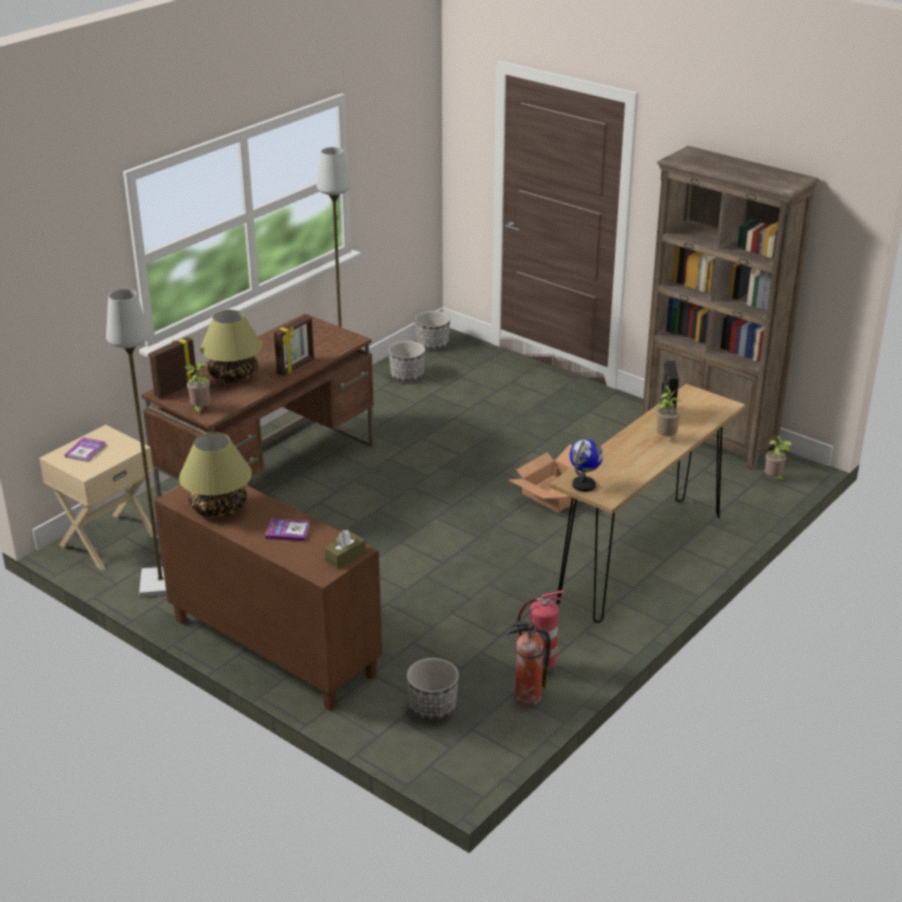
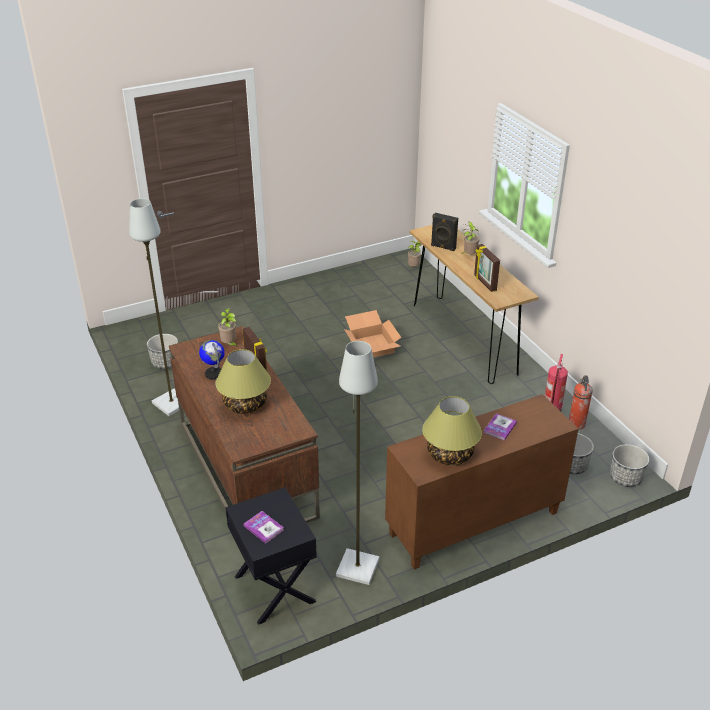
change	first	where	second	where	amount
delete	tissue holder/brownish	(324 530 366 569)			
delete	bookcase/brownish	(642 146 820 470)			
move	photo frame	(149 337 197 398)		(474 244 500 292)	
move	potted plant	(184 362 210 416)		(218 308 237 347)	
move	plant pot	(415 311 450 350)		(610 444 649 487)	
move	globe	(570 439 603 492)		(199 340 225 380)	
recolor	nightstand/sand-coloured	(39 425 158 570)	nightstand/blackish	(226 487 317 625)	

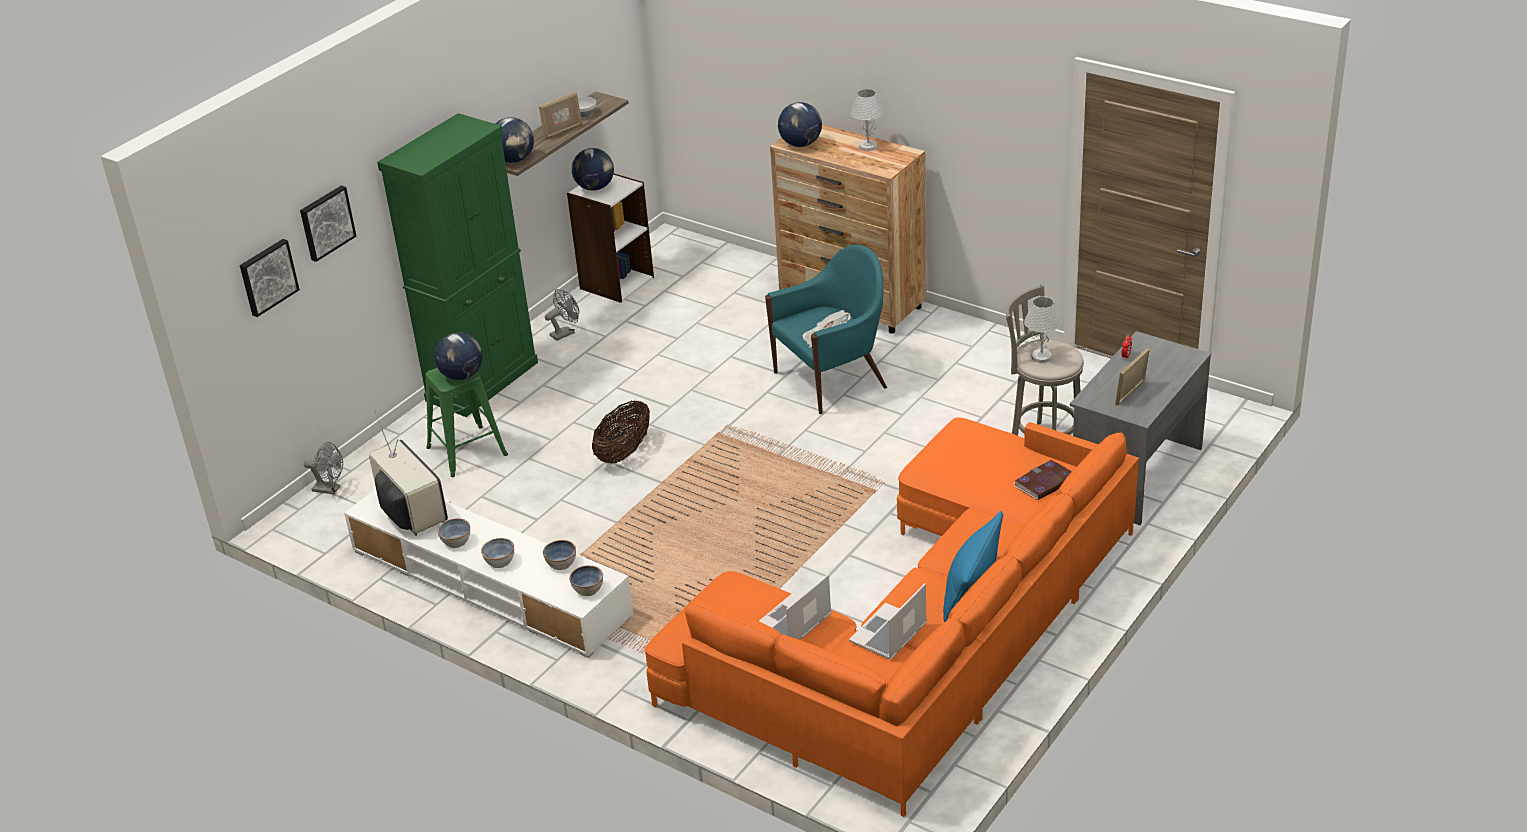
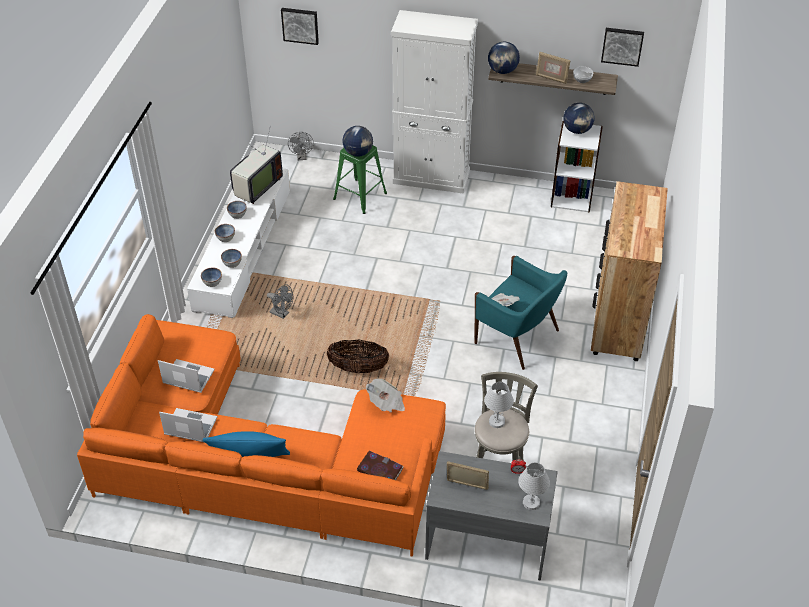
change	first	where	second	where	amount
delete	globe	(778 102 822 147)			
insert			printed paper	(366 378 405 412)	
move	picture	(300 185 357 262)		(601 28 644 67)	
move	fan/greyish	(545 289 579 341)		(267 285 293 319)	
move	basket	(592 400 650 464)		(327 339 389 373)	
move	tabletop lamp/white	(850 89 884 151)		(518 463 550 510)	
recolor	storage cabinet/green	(377 113 538 417)	storage cabinet/white	(391 10 478 194)	

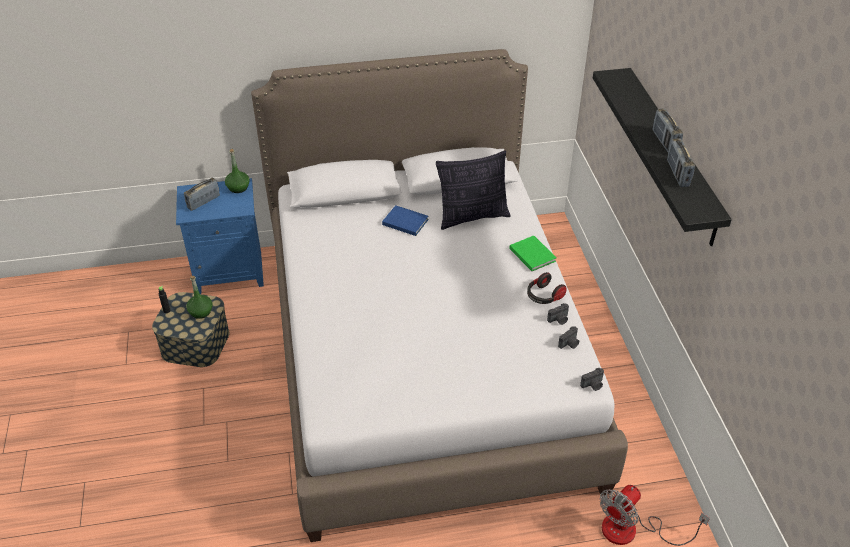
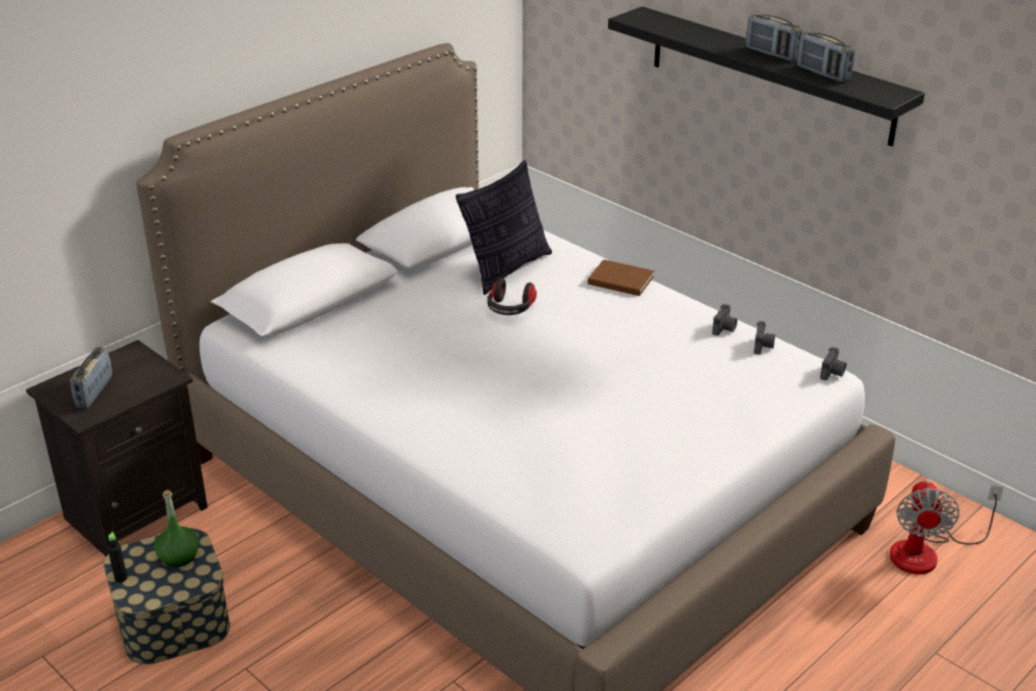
change	first	where	second	where	amount
delete	drink bottle/green	(225 149 250 193)			
delete	volume/bluish	(382 205 429 236)			
move	headset	(527 272 567 304)		(487 278 537 315)	
recolor	nightstand/bluish	(176 178 264 294)	nightstand/blackish	(26 340 208 556)	
recolor	volume/green	(510 236 557 271)	volume/brownish	(588 259 654 296)	

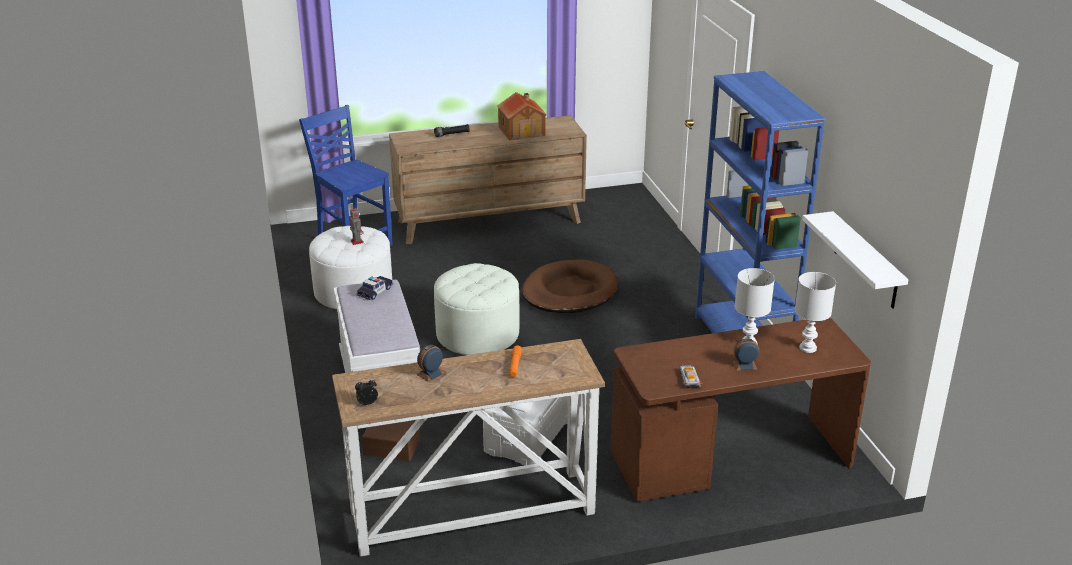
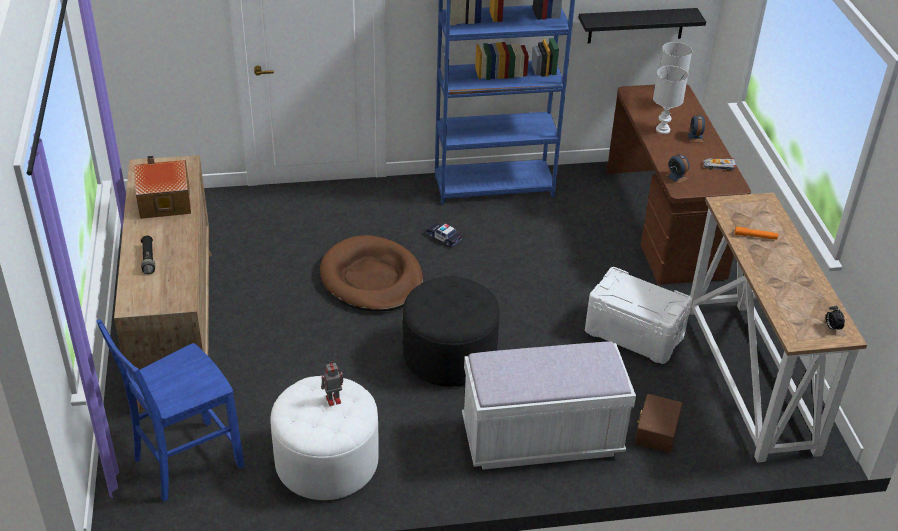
change	first	where	second	where	amount
move	model car	(357 276 393 300)		(426 222 462 247)	
move	alarm clock	(416 344 445 382)		(665 154 689 184)	
recolor	pouffe/white	(434 263 519 355)	pouffe/blackish	(403 276 500 387)	
recolor	shelf/white	(802 211 909 309)	shelf/blackish	(578 8 706 43)	

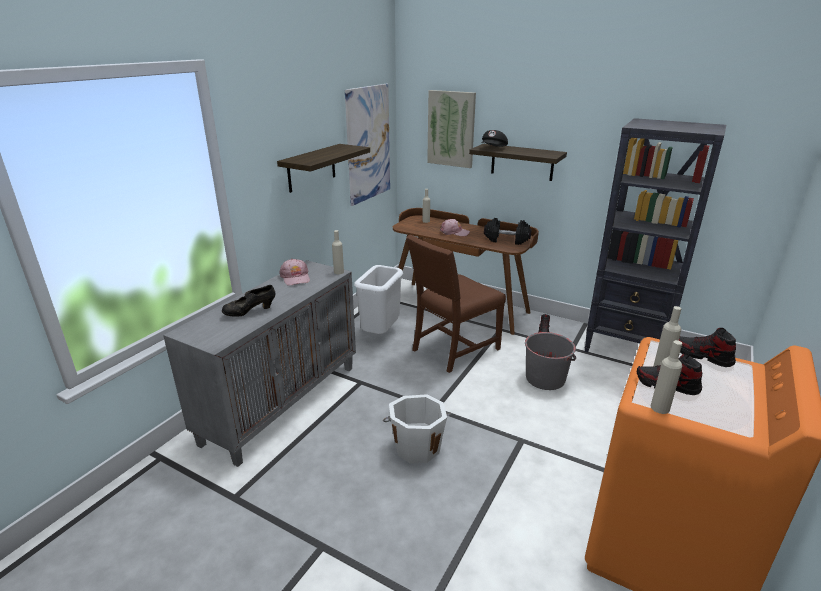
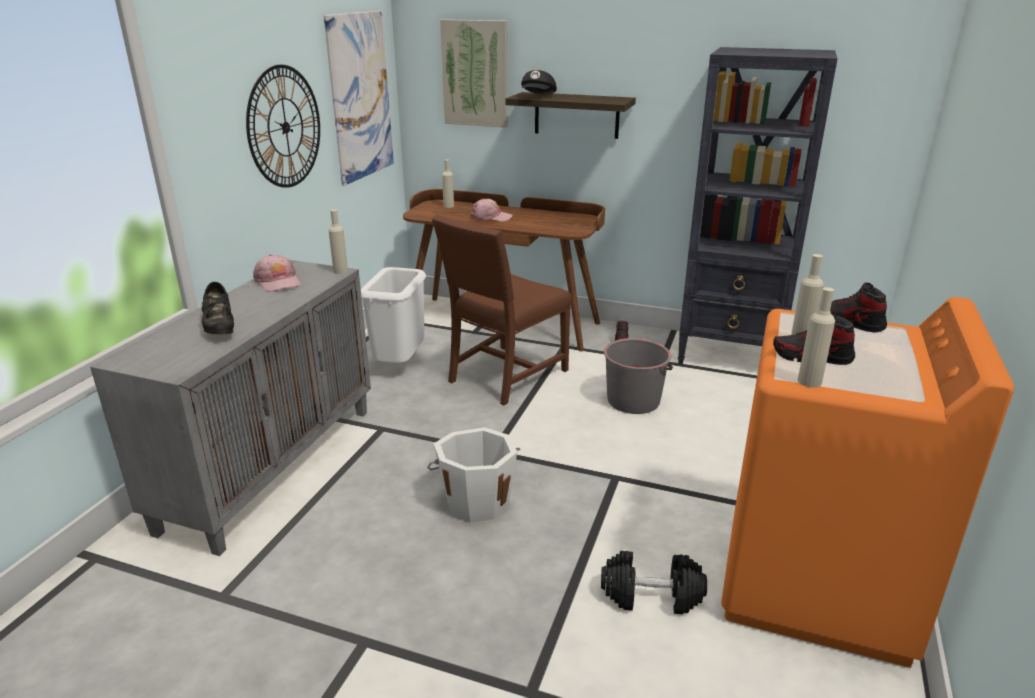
change	first	where	second	where	amount
move	hand weight/blackish	(484 218 532 245)		(601 551 707 614)	
replace	shelf	(277 144 370 193)	wall clock	(246 65 320 188)	
rotate	low shoe/blackish	(222 285 275 317)		(202 282 234 334)	75 degrees counterclockwise

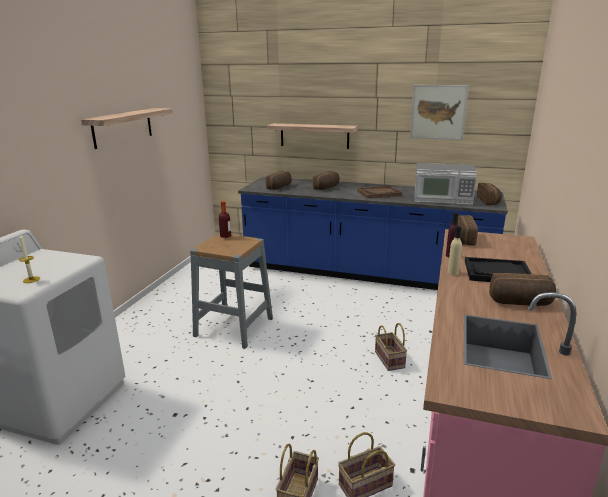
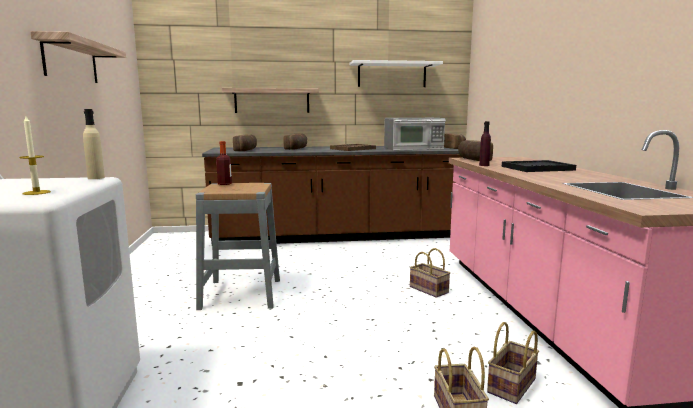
change	first	where	second	where	amount
delete	baked bread	(489 273 556 306)			
move	drink bottle/sand-coloured	(447 226 462 275)		(83 109 105 179)	
replace	picture	(410 85 469 140)	shelf/white	(349 60 443 87)	
recolor	kitchen base unit/bluish	(238 177 508 290)	kitchen base unit/brownish	(202 146 462 244)	

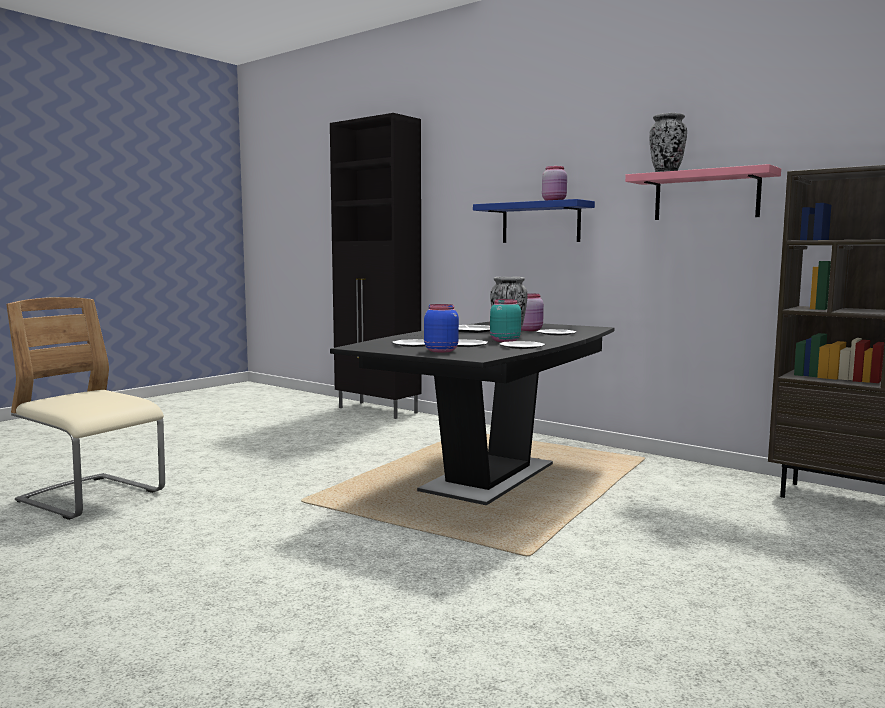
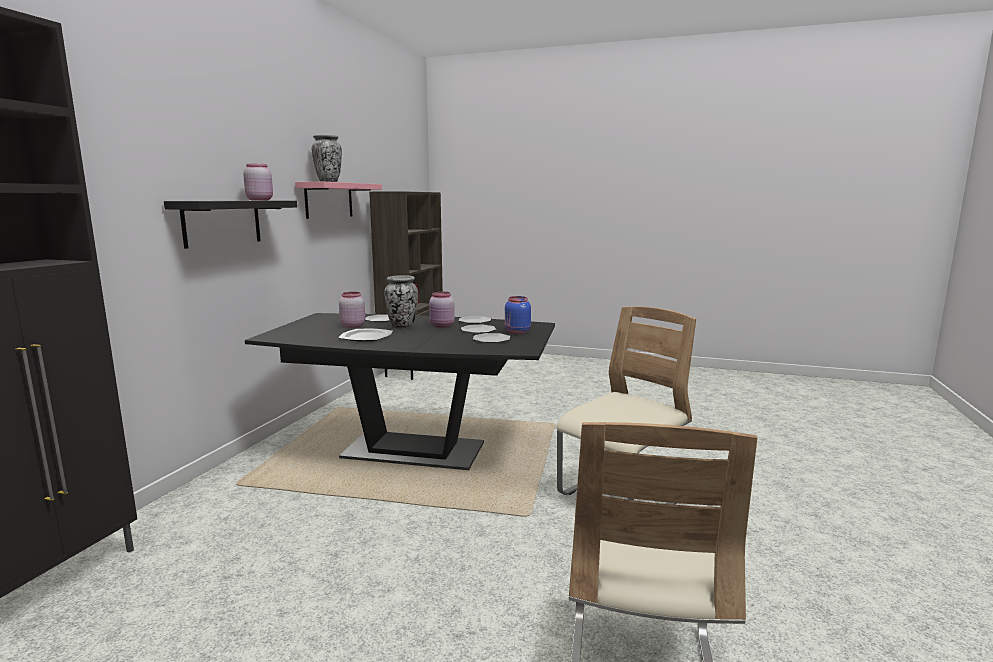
change	first	where	second	where	amount
insert			chair/sand-coloured	(557 306 696 505)	
recolor	shelf/bluish	(473 199 595 243)	shelf/blackish	(164 201 297 249)	
recolor	preserve jar/turquoise	(490 299 521 342)	preserve jar/pink-coloured	(429 292 455 328)	

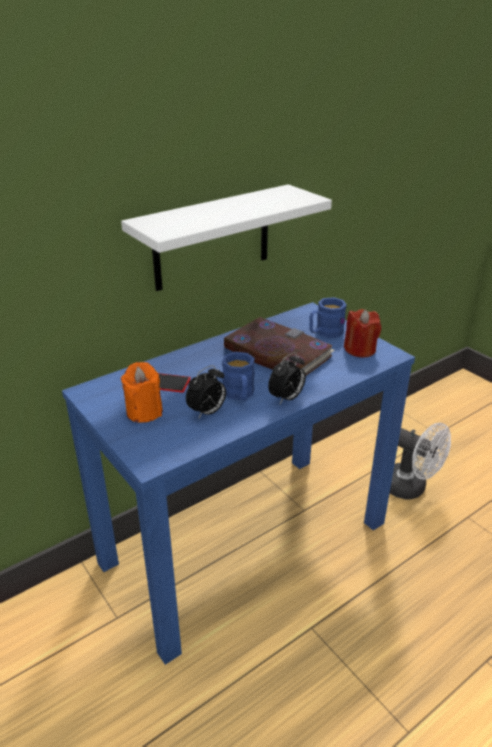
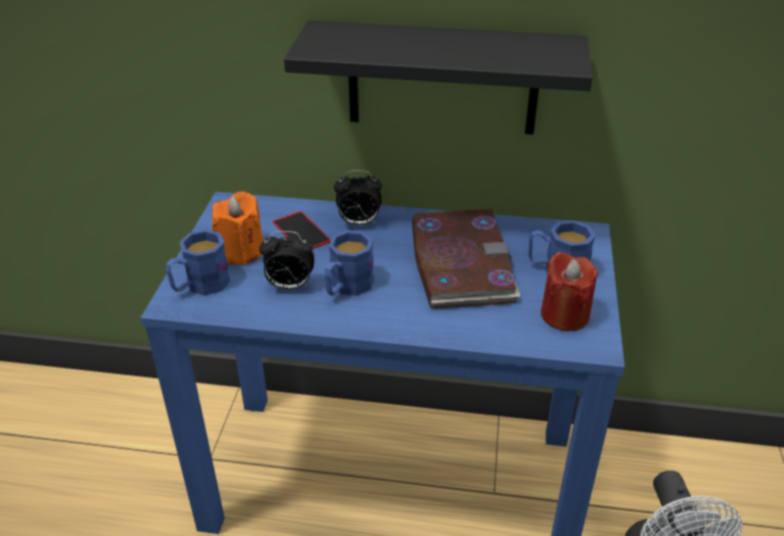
change	first	where	second	where	amount
insert			tea mug/bluish	(166 229 231 295)	
move	alarm clock	(268 352 306 404)		(334 170 382 225)	
recolor	shelf/white	(121 184 332 291)	shelf/blackish	(284 21 592 135)	

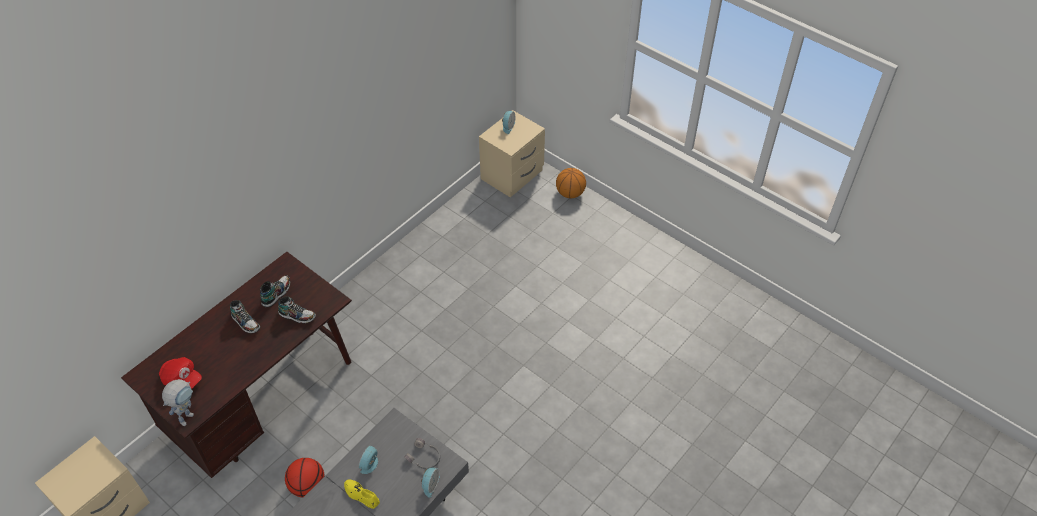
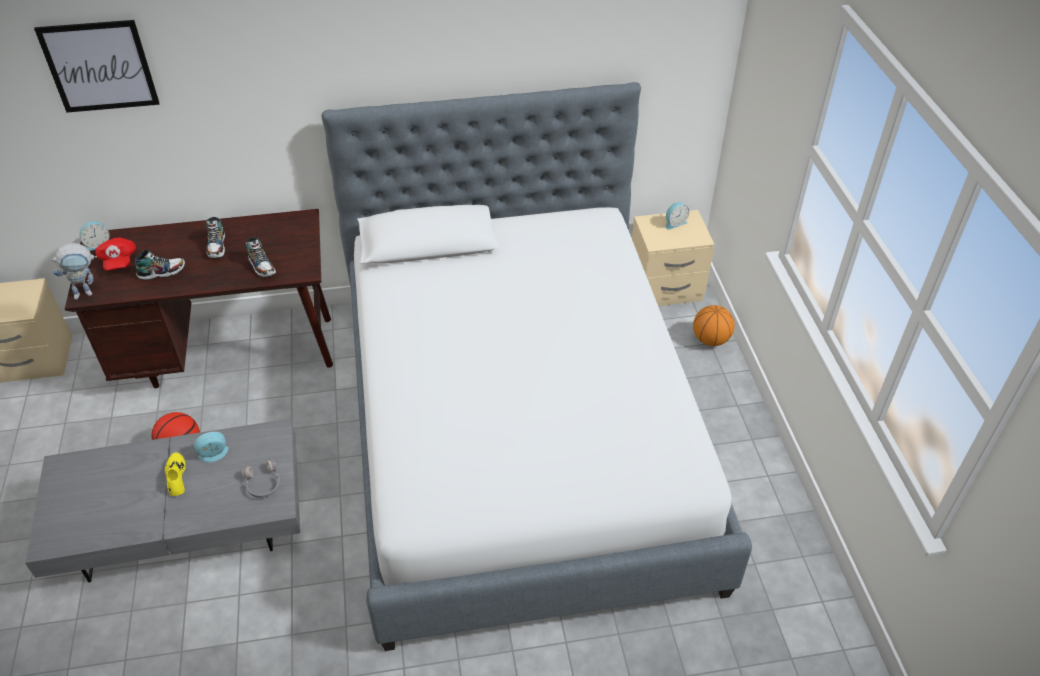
change	first	where	second	where	amount
insert			picture	(34 20 160 113)	
insert			sleeping bed	(321 82 752 651)	
move	low shoe	(260 275 290 308)		(135 249 185 281)	
move	alarm clock	(421 468 440 498)		(79 221 110 251)	

